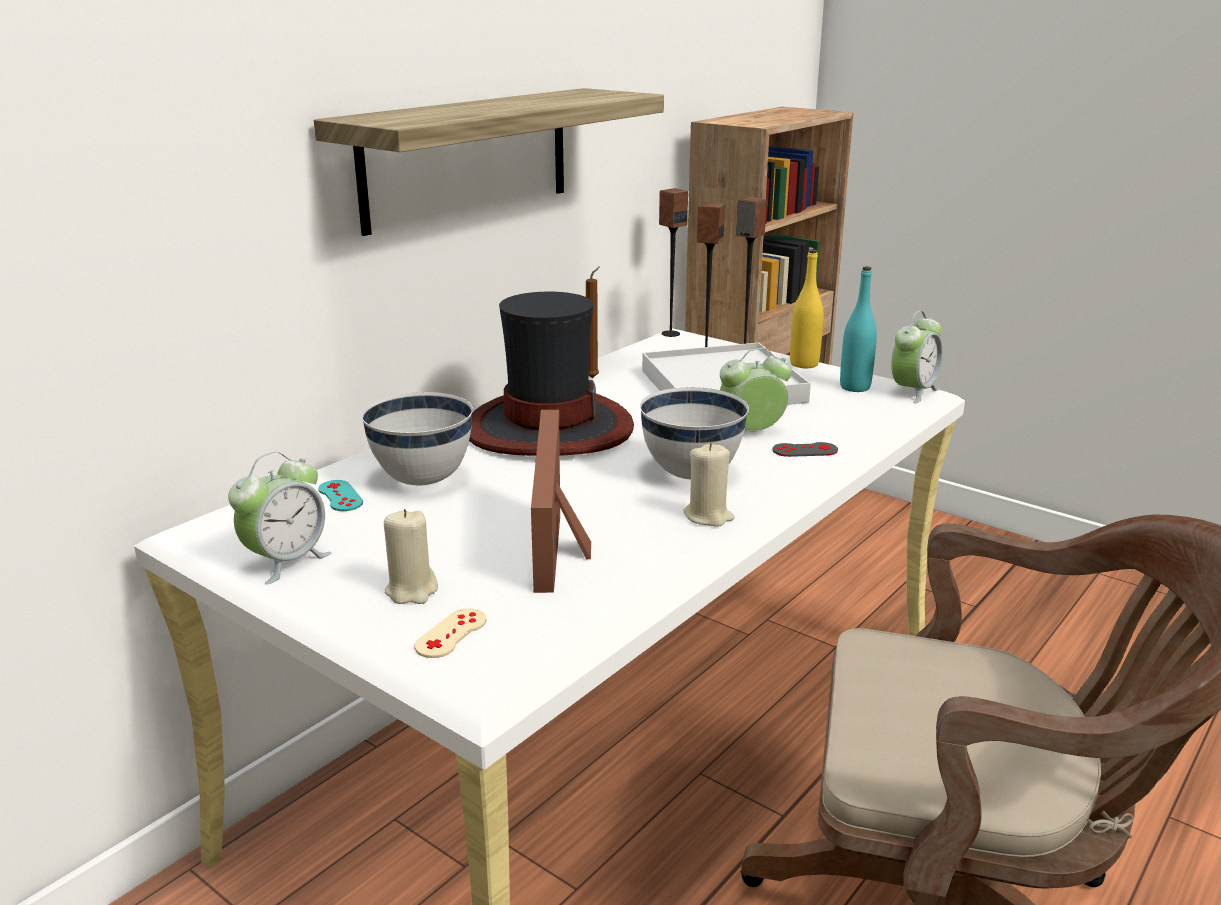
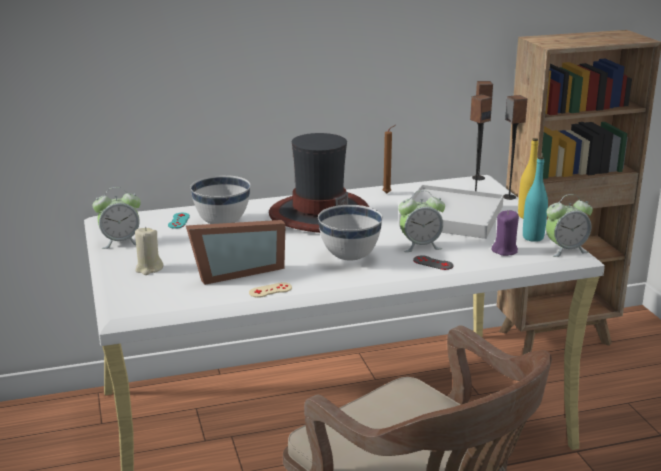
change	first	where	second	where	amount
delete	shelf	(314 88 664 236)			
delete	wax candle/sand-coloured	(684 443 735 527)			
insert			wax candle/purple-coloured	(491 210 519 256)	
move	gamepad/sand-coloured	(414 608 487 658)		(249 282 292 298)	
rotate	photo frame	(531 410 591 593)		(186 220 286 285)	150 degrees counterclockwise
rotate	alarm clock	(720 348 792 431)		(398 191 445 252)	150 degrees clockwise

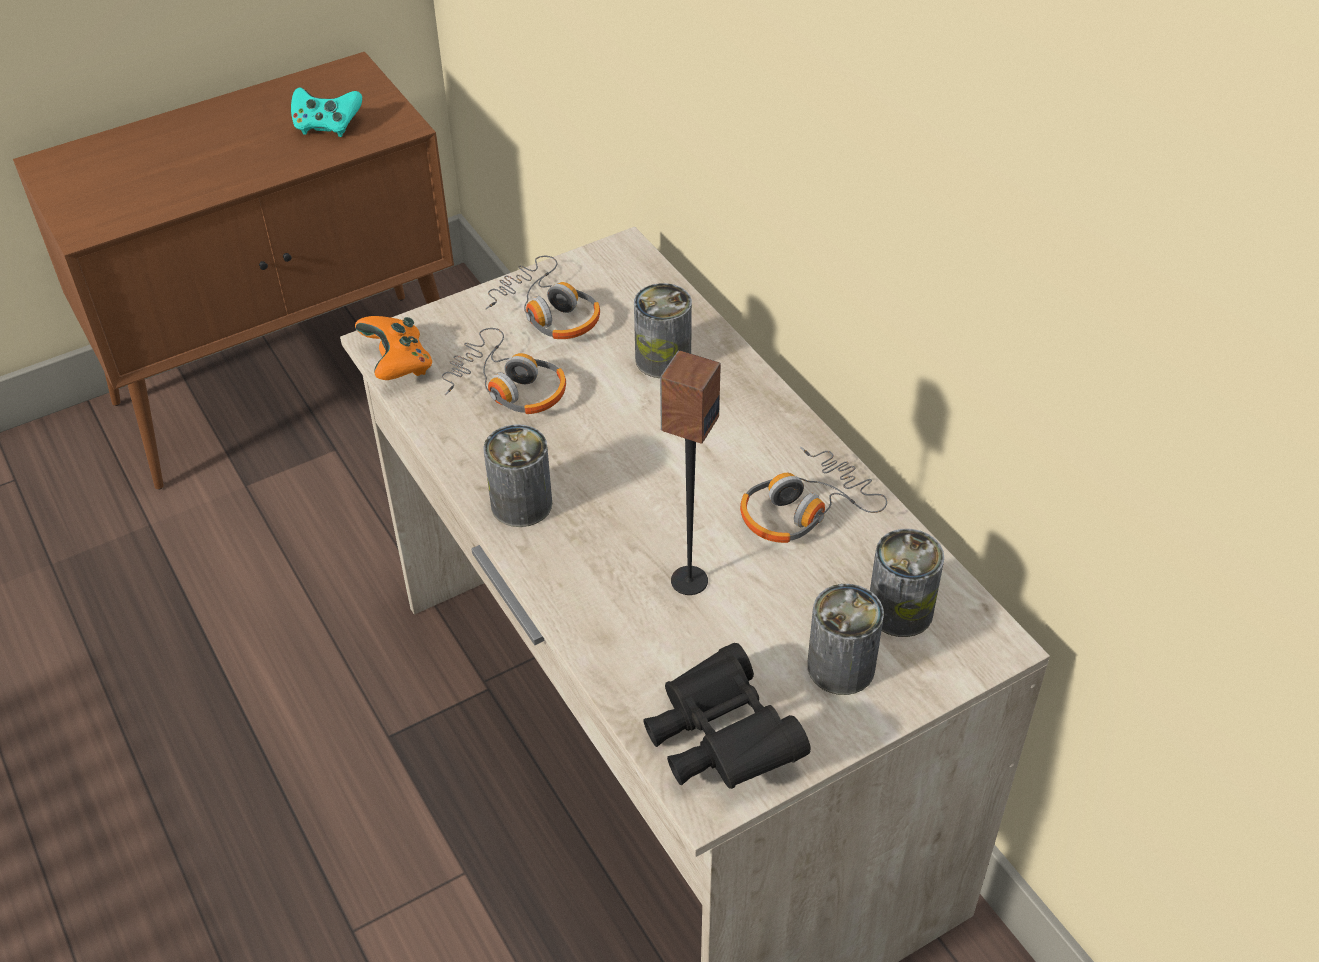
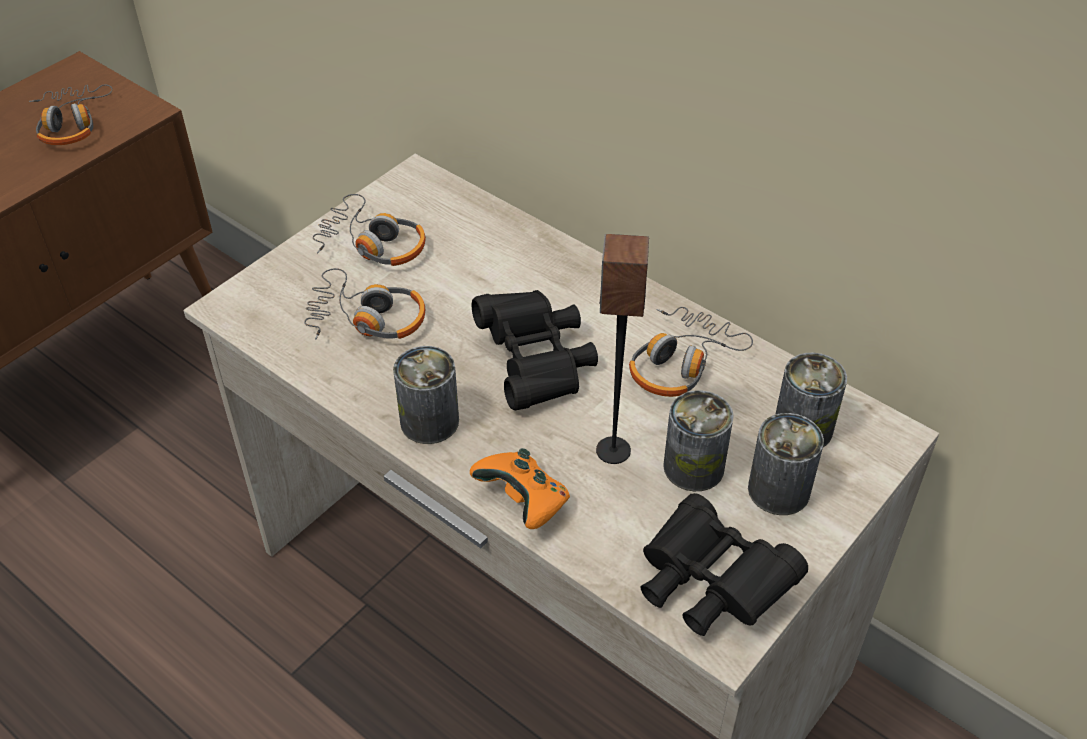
change	first	where	second	where	amount
insert			pair of binoculars/blackish	(472 290 598 410)	
move	gamepad/orangey	(355 316 432 380)		(470 448 570 529)	
move	metal can	(634 283 692 378)		(663 390 734 491)	
replace	gamepad/turquoise	(291 87 362 137)	headset	(29 85 113 145)	

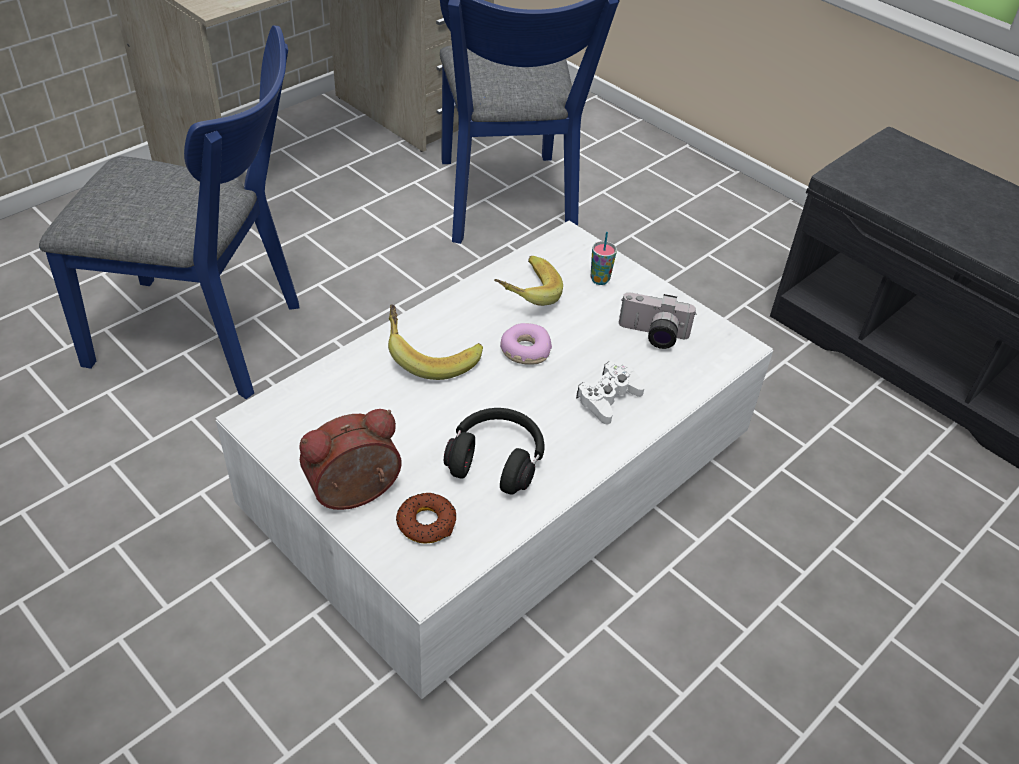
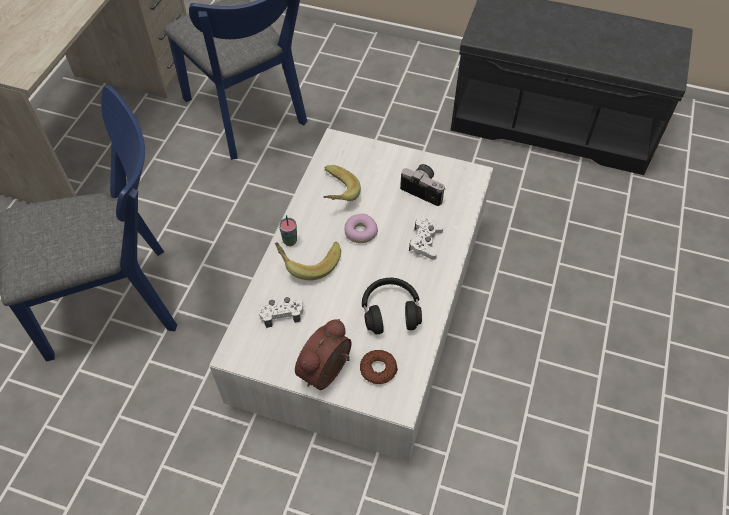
change	first	where	second	where	amount
insert			gamepad/white	(257 293 303 328)	
move	small cup	(591 232 617 285)		(279 215 297 246)	
rotate	still camera	(619 292 697 349)		(400 164 446 206)	135 degrees counterclockwise

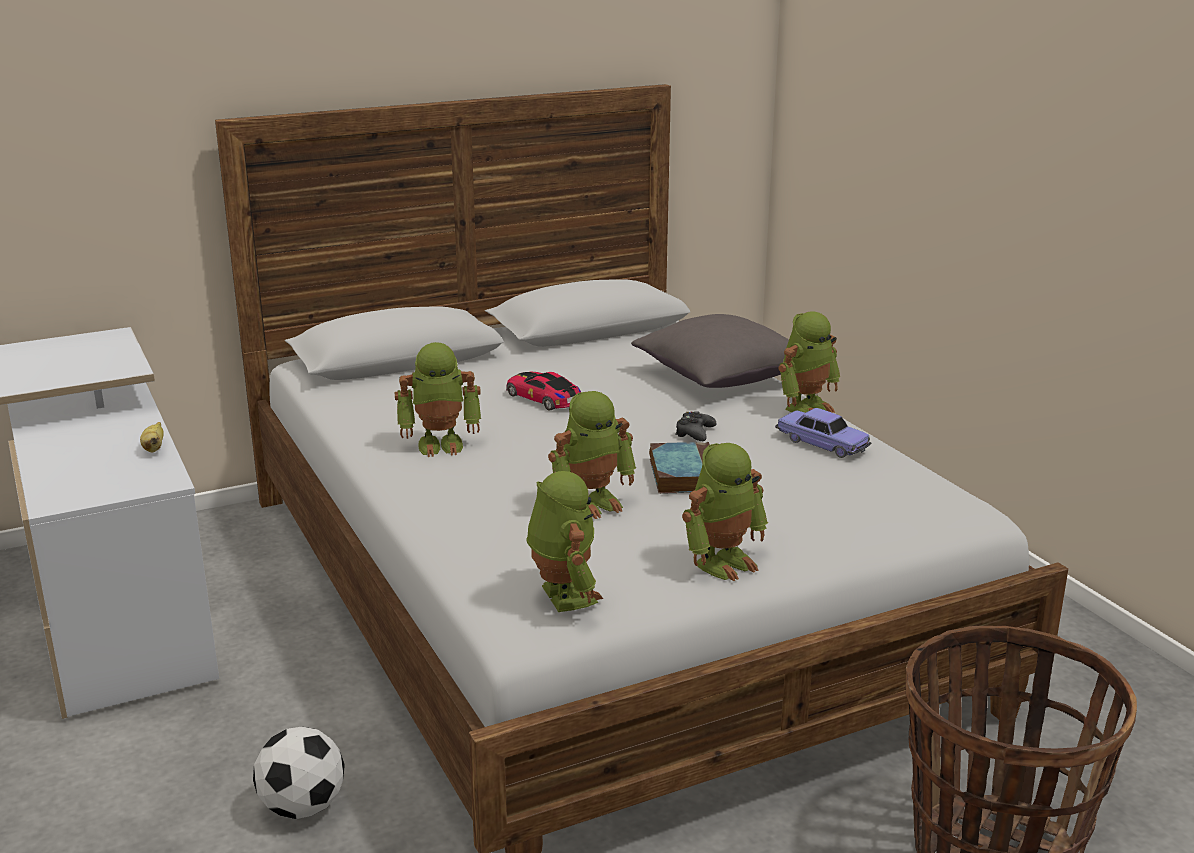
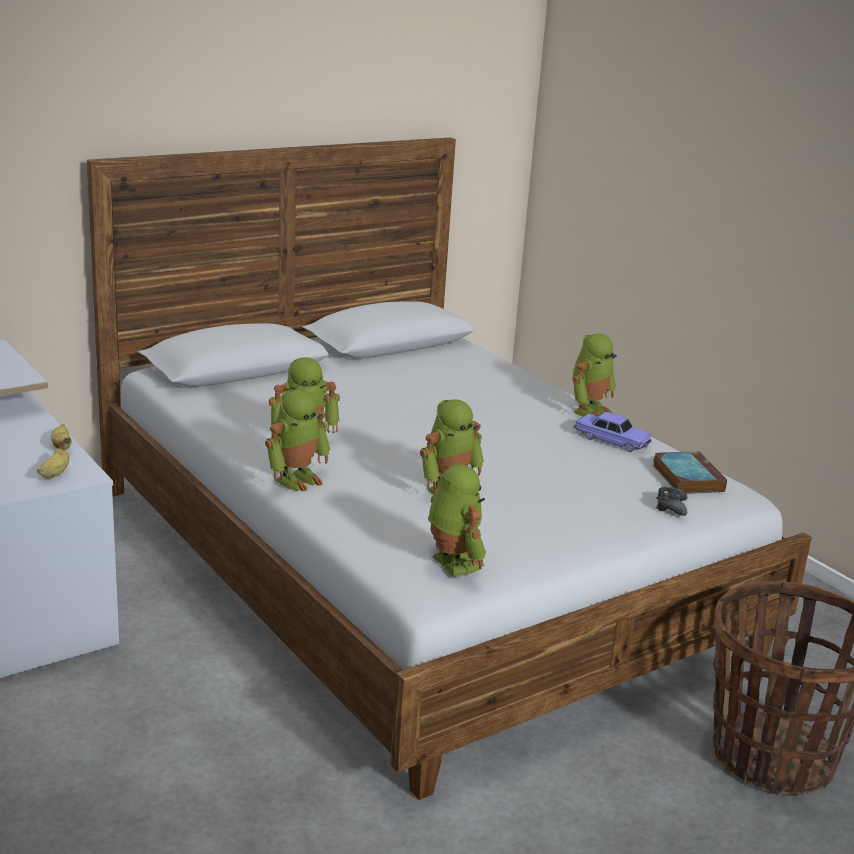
change	first	where	second	where	amount
delete	football	(253 727 345 819)			
delete	model car	(506 372 581 411)			
delete	throw pillow/greyish	(631 314 789 388)			
insert			whole banana	(37 445 69 478)	
move	volume	(649 442 710 494)		(653 451 727 494)	
move	gamepad/blackish	(675 411 716 441)		(656 487 688 516)	
move	toy robot	(682 443 768 581)		(265 389 331 492)	

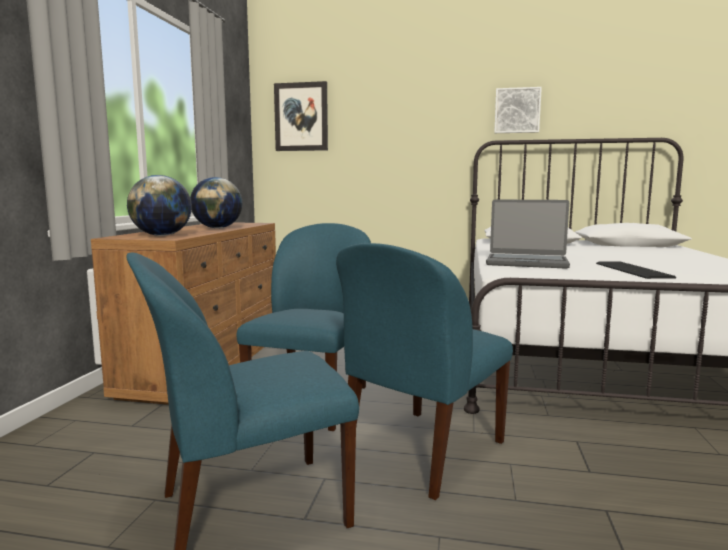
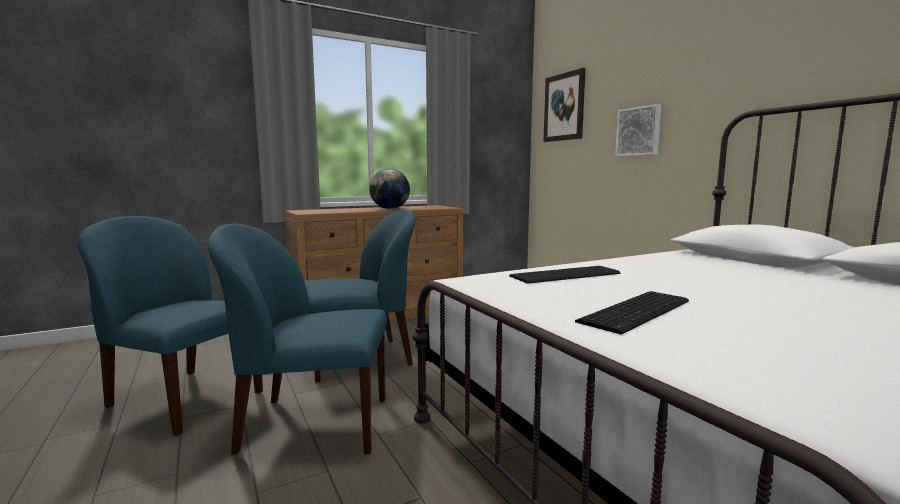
change	first	where	second	where	amount
delete	globe	(127 175 192 236)			
move	picture	(494 87 542 133)		(615 104 661 156)	
replace	portable computer	(486 199 570 269)	computer keyboard	(509 266 621 284)	

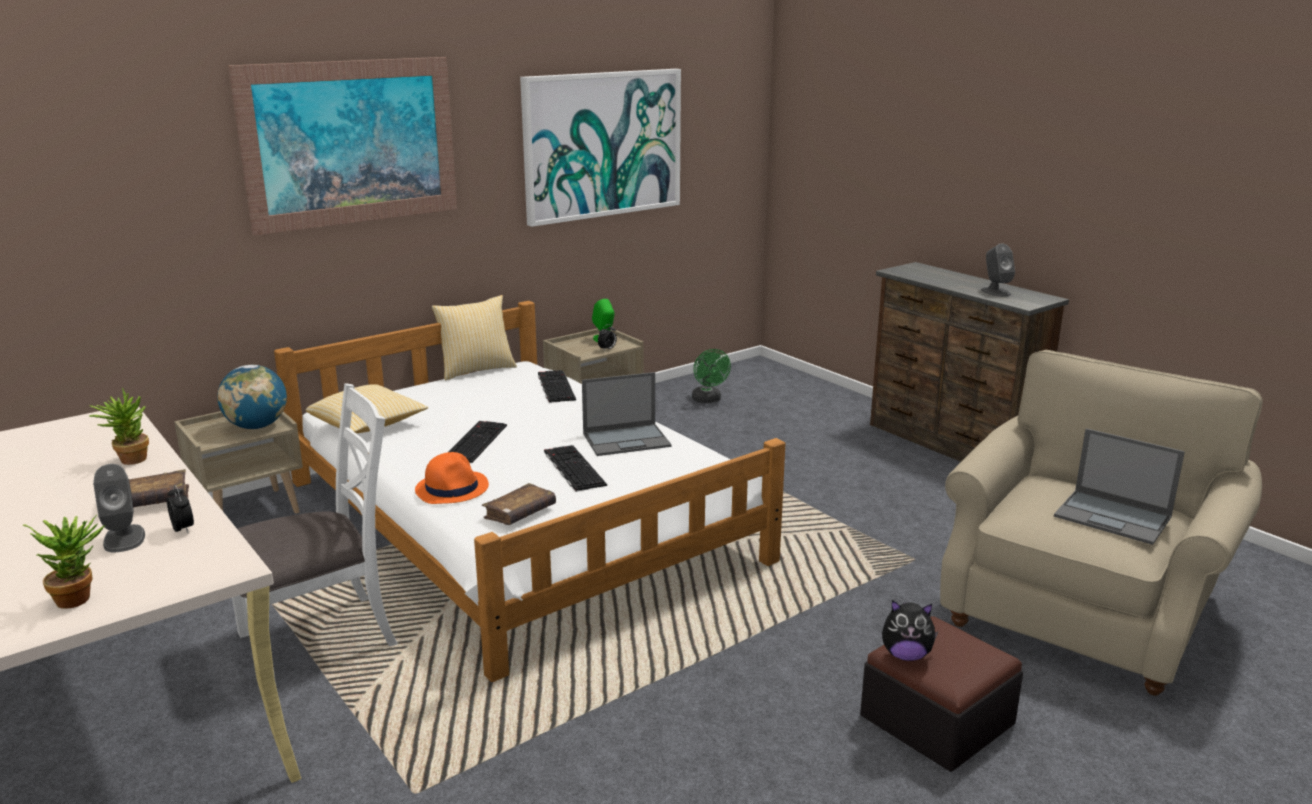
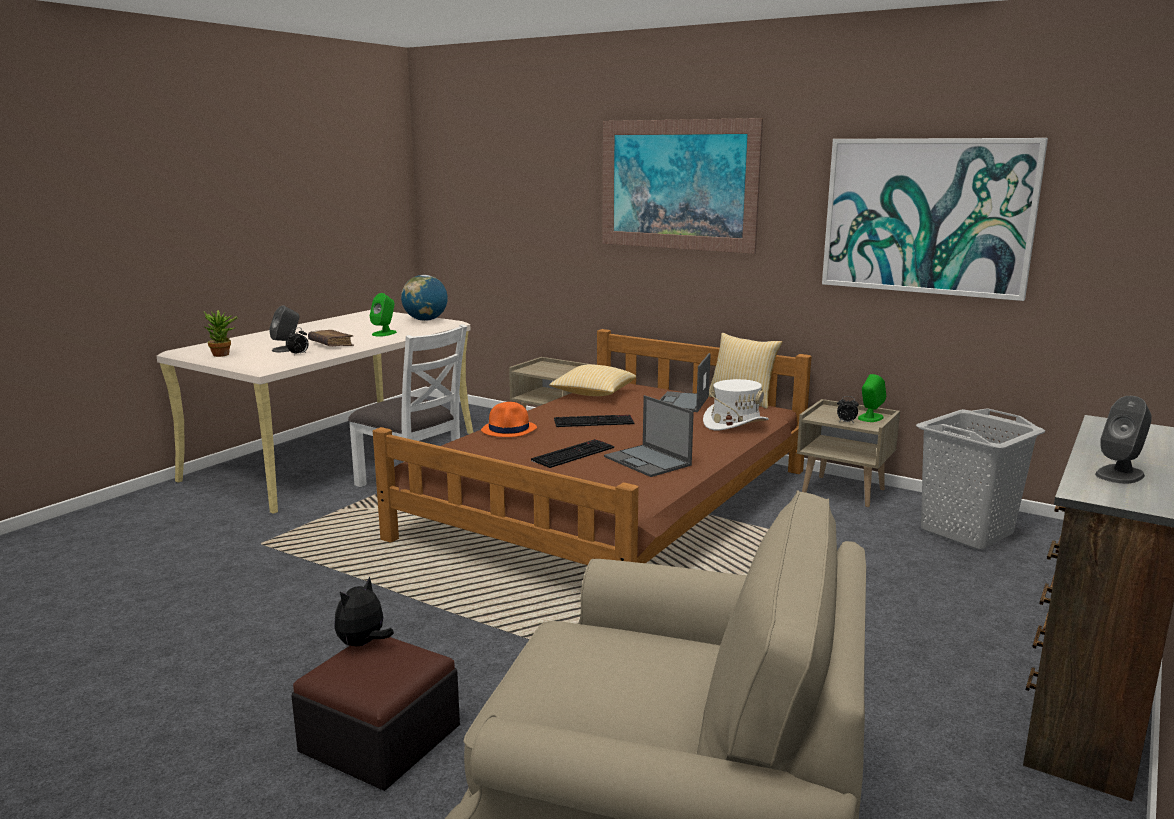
change	first	where	second	where	amount
delete	volume/brownish	(482 483 556 525)			
move	globe	(217 365 287 429)		(401 275 448 321)	
move	portable computer	(1054 428 1185 545)		(660 353 711 412)	
replace	potted plant	(89 387 149 465)	audio speaker/green	(370 293 397 337)	
replace	computer keyboard	(538 370 576 403)	wearable hat/white	(703 379 769 430)	
replace	fan/green	(692 349 731 403)	laundry basket/greyish	(916 408 1045 549)	
recolor	sleeping bed/white	(274 301 785 682)	sleeping bed/brownish	(373 329 812 565)	
rotate	cuddly toy	(882 600 938 661)		(334 577 394 646)	45 degrees clockwise

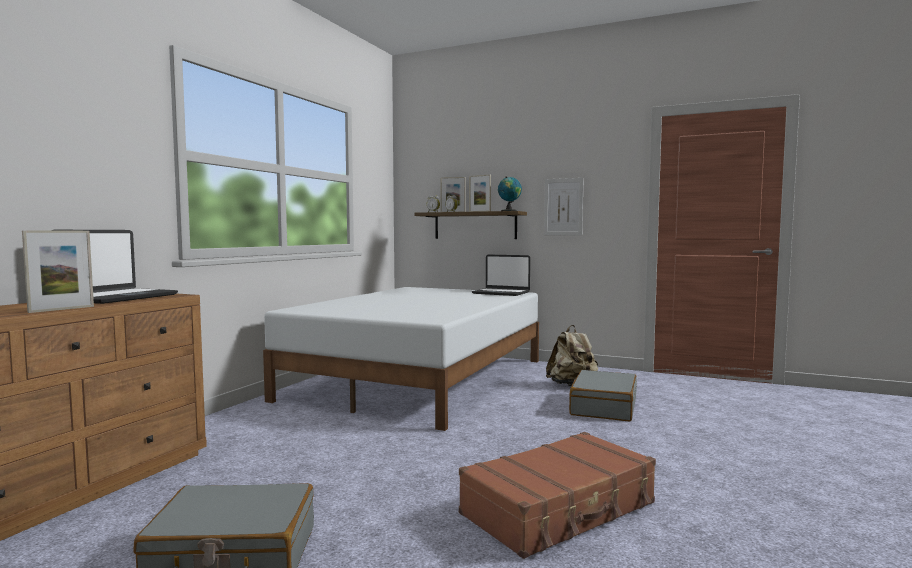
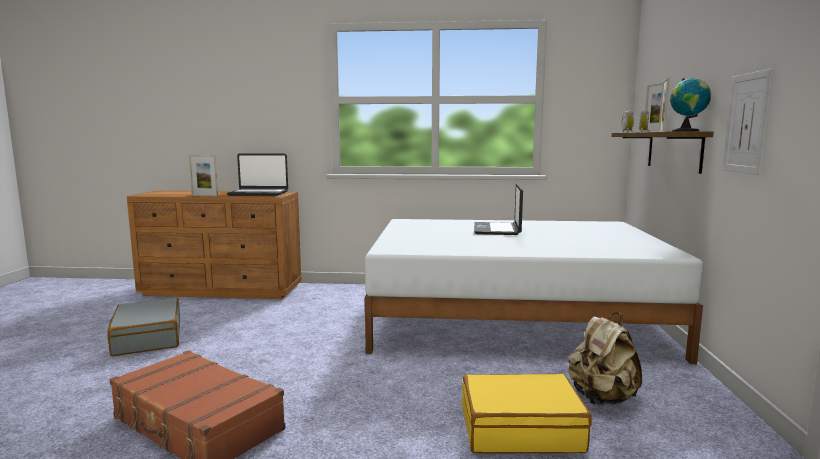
change	first	where	second	where	amount
move	portable computer	(472 255 530 296)		(474 184 523 235)	
recolor	piece of luggage/greyish	(569 370 637 422)	piece of luggage/yellow	(462 374 592 454)	

